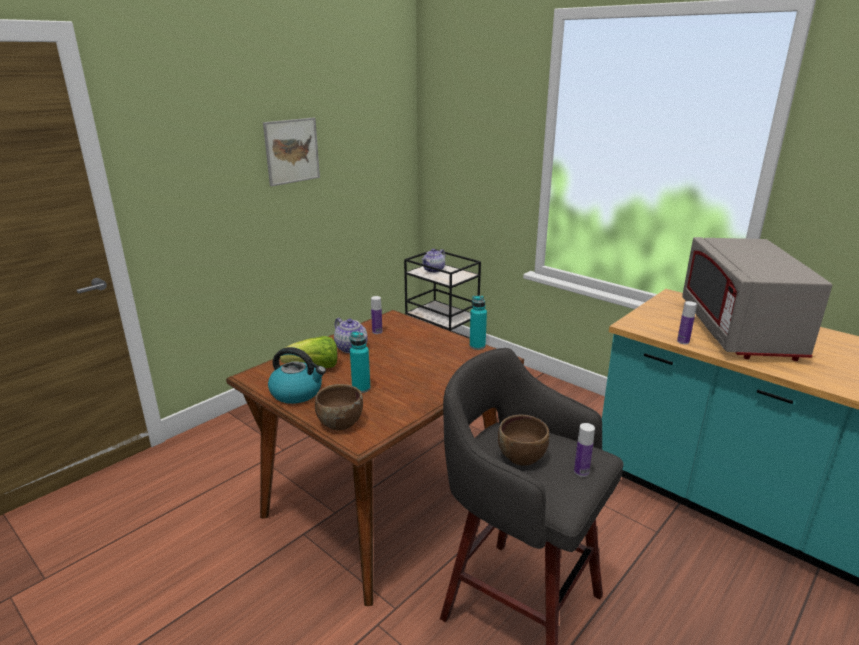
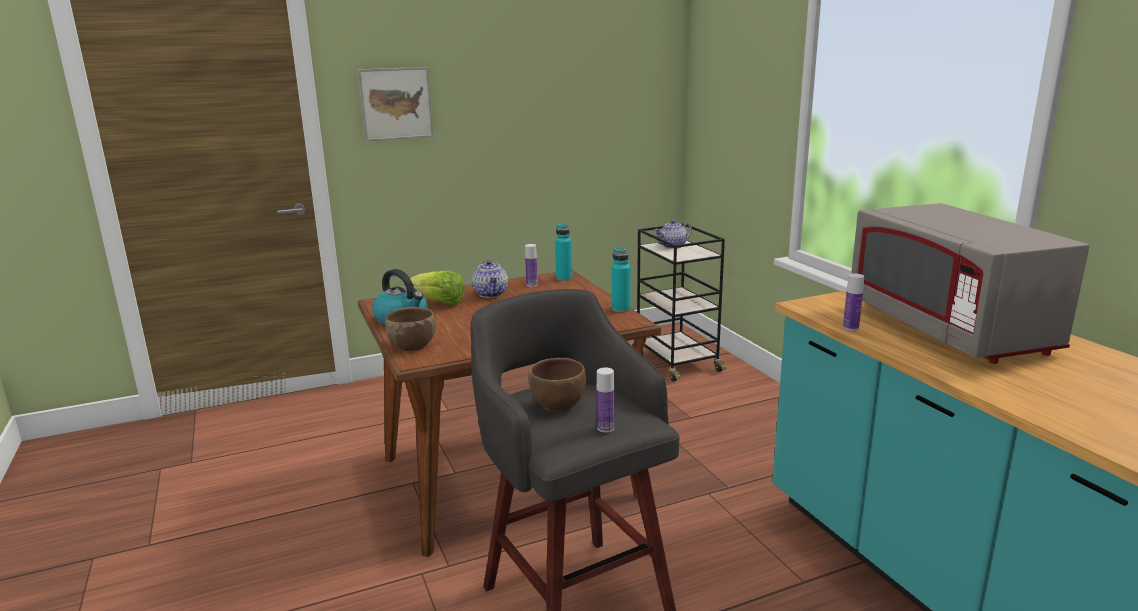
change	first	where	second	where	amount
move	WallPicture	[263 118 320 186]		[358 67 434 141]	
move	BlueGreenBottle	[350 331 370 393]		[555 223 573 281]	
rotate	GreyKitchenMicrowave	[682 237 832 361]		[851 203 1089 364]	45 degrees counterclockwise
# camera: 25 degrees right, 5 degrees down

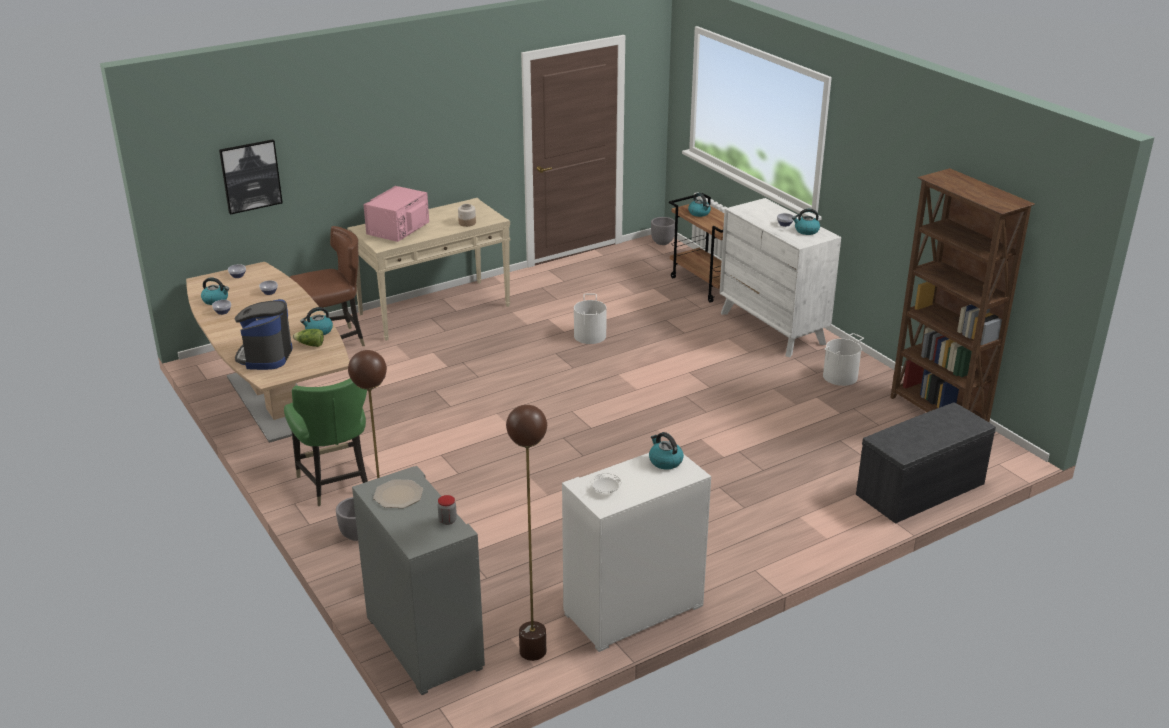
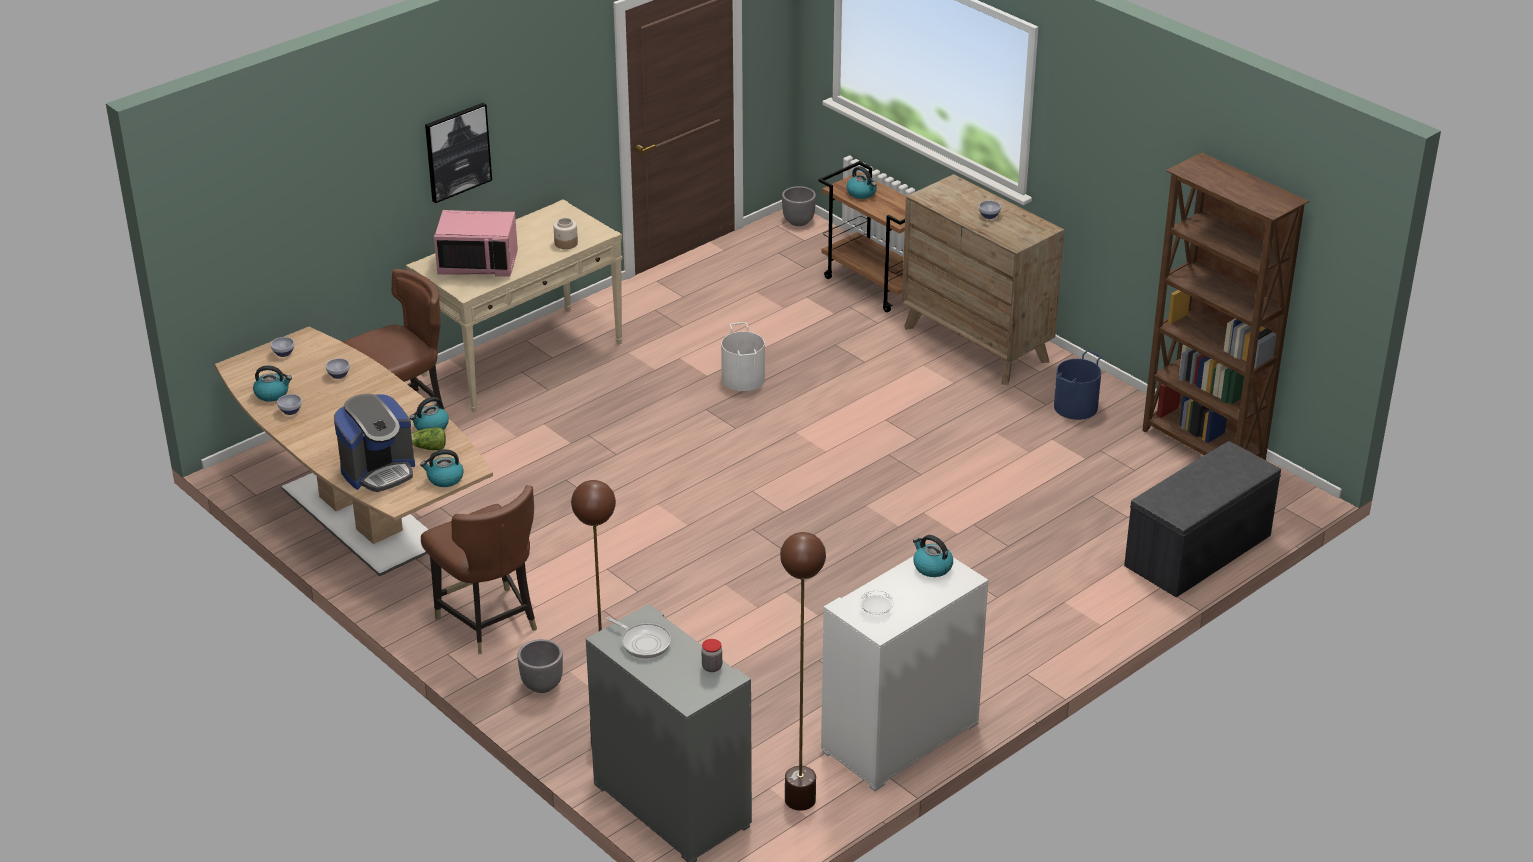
change	first	where	second	where	amount
rotate	CoffeeBrewer	[235 299 293 370]		[334 393 415 492]	120 degrees counterclockwise
move	TeaKettle	[792 209 820 235]		[420 449 464 487]	
recolor	GreenColouredChair	[284 378 368 506]	BrownChair	[421 485 537 654]	
move	WallPicture	[219 139 283 215]		[425 103 492 203]	
rotate	PinkKitchenMicrowave	[363 186 429 242]		[434 210 518 277]	105 degrees counterclockwise
replace	Plate	[373 479 423 508]	Skillet	[606 617 671 659]	
recolor	WhitishChestOfDrawers	[719 198 841 357]	BrownChestOfDrawers	[902 174 1064 385]	
recolor	WhitishPail	[823 333 864 386]	BluePail	[1054 350 1102 420]	
# camera: 10 degrees left, 5 degrees up

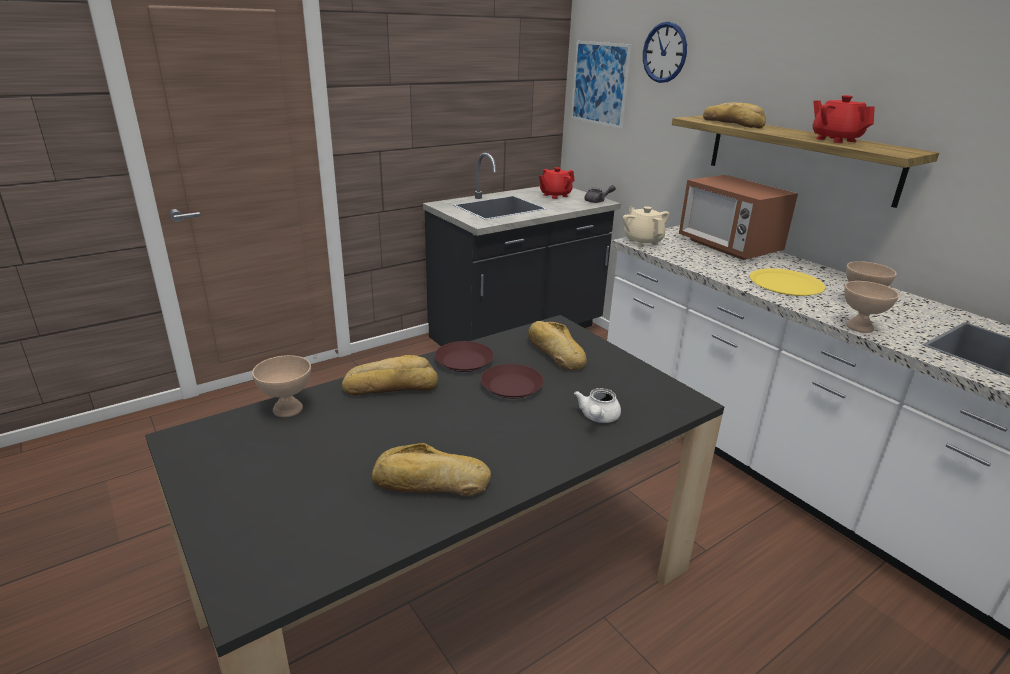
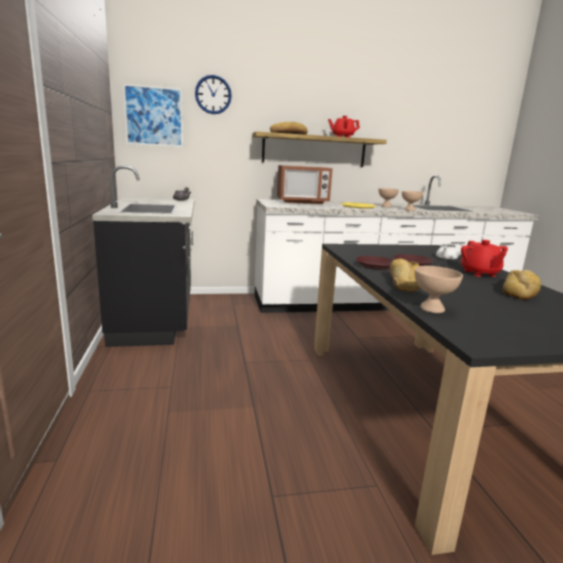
change	first	where	second	where	amount
move	RedColouredPotForTea	[539 167 575 199]		[461 240 508 277]	
delete	Bread	[528 321 587 370]			
delete	BeigeColouredPotForTea	[622 206 670 247]			
# camera: 65 degrees left, 10 degrees down

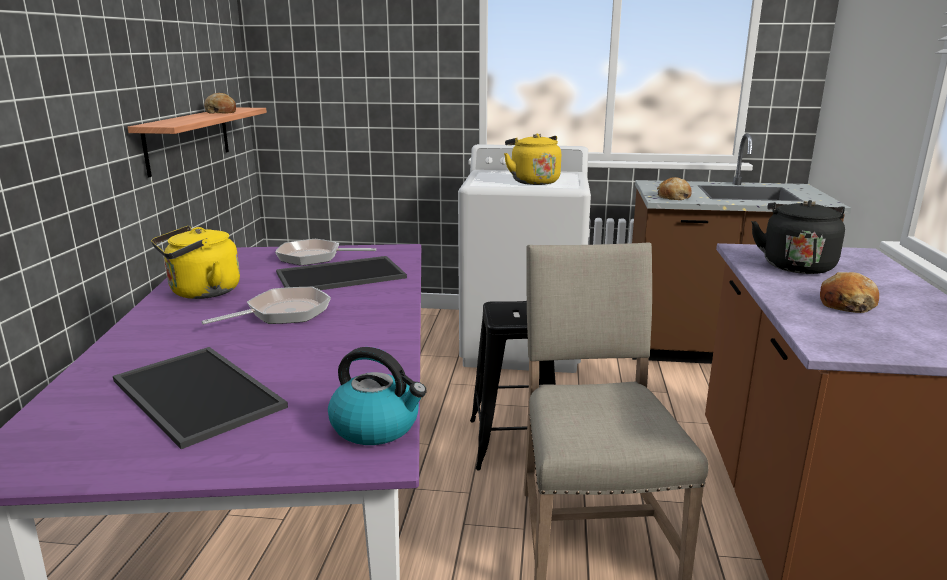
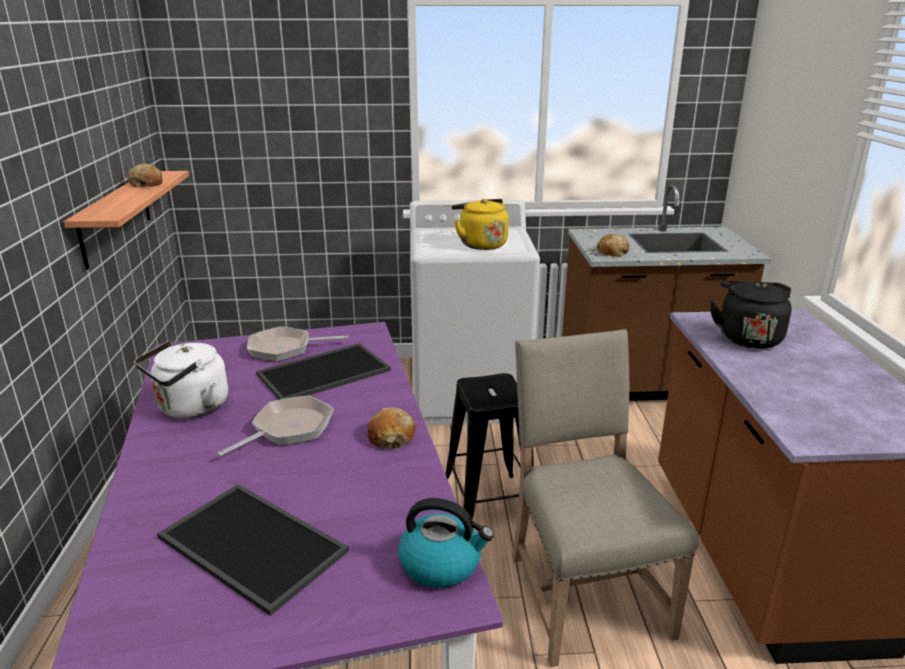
change	first	where	second	where	amount
recolor	YellowTeaKettle	[151 226 240 299]	WhitishTeaKettle	[134 341 228 419]	
move	Bread	[820 272 879 313]		[368 407 416 448]	
# camera: 10 degrees left, 5 degrees up

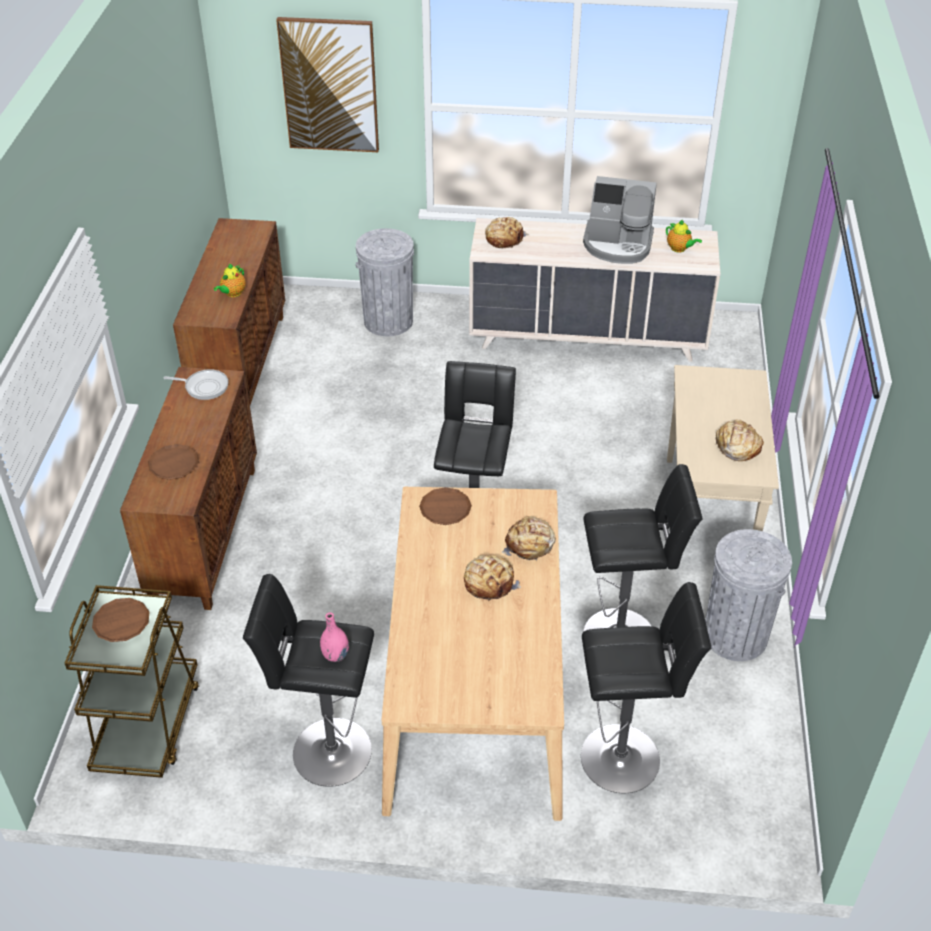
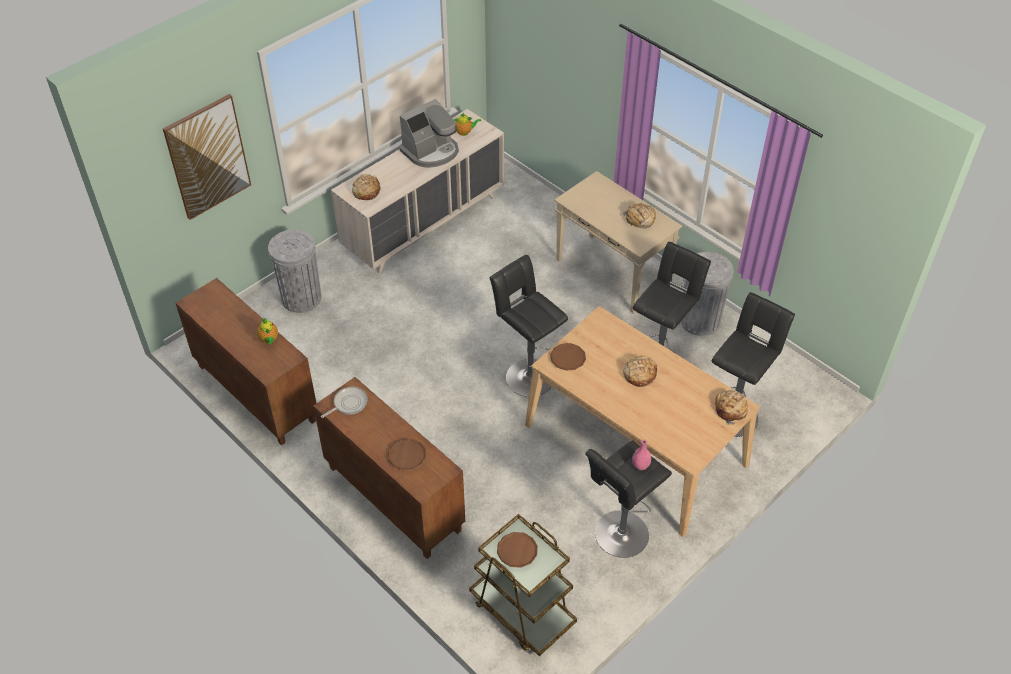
change	first	where	second	where	amount
move	Bread	[502 516 556 561]		[715 390 748 425]	
# camera: 50 degrees left, 5 degrees up

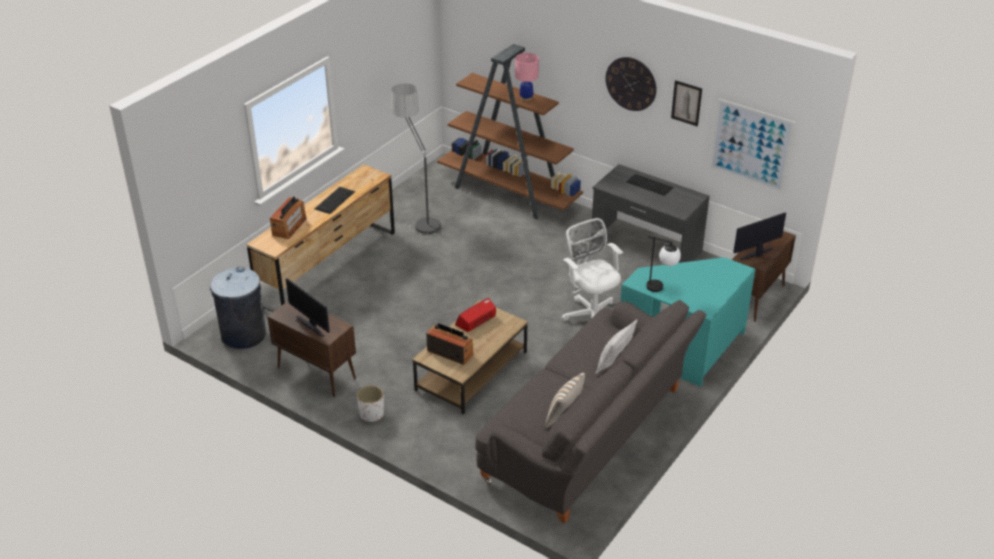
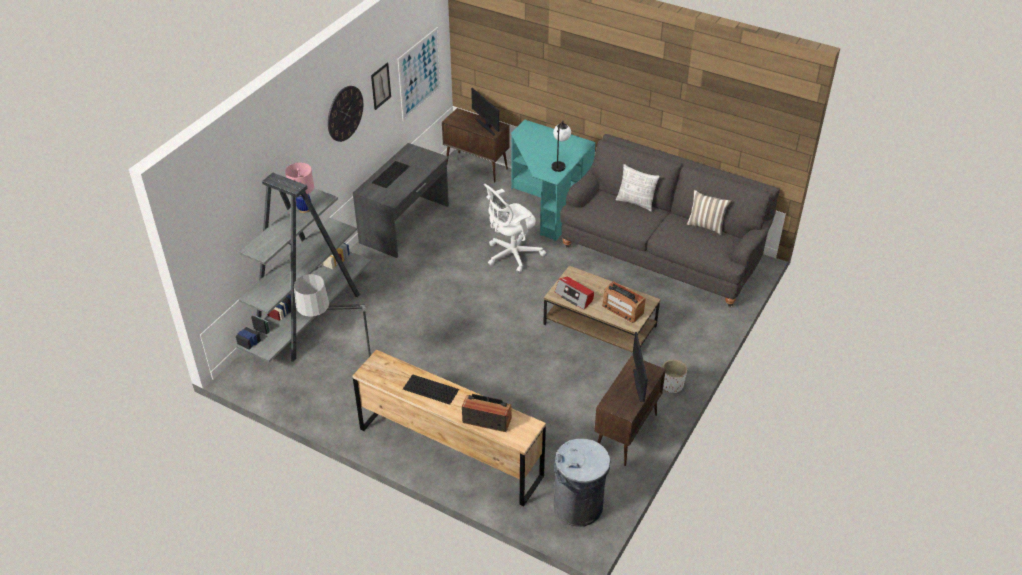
change	first	where	second	where	amount
recolor	BrownBookshelf	[437 44 583 220]	GreyBookshelf	[236 173 371 362]	
rotate	Radio	[426 323 473 365]		[602 281 646 323]	75 degrees counterclockwise
rotate	Monitor	[286 278 330 337]		[633 332 648 402]	135 degrees clockwise
# camera: 95 degrees left, 5 degrees up

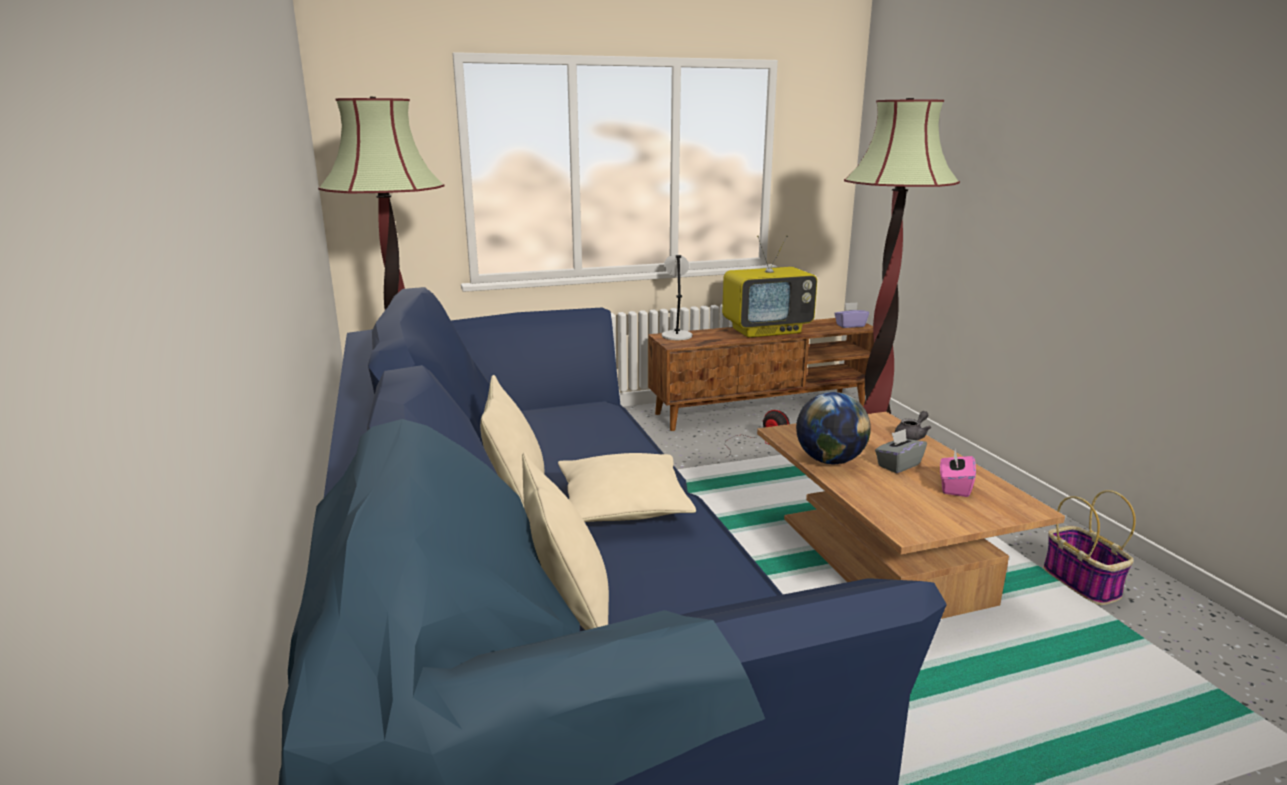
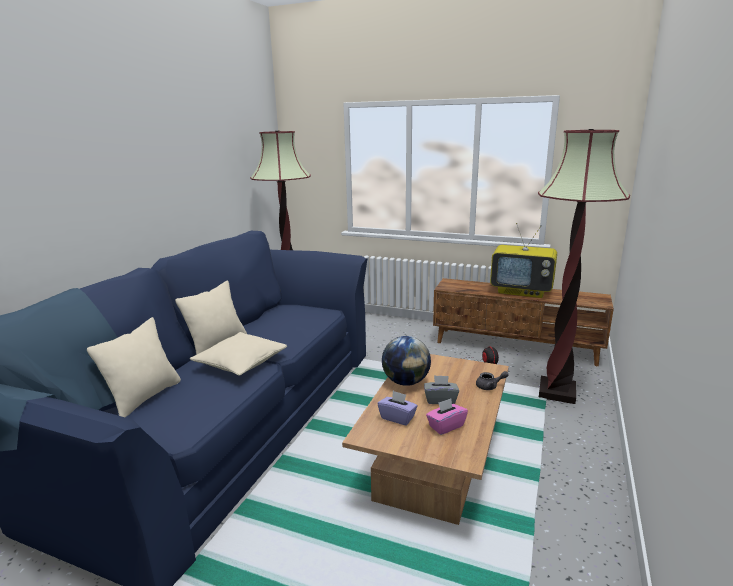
change	first	where	second	where	amount
move	PurpleTissueBox	[834 302 869 328]		[378 391 418 425]	
delete	GreyTableLamp	[662 254 692 340]			
delete	Basket	[1043 490 1136 605]			
# camera: 40 degrees right, 0 degrees up

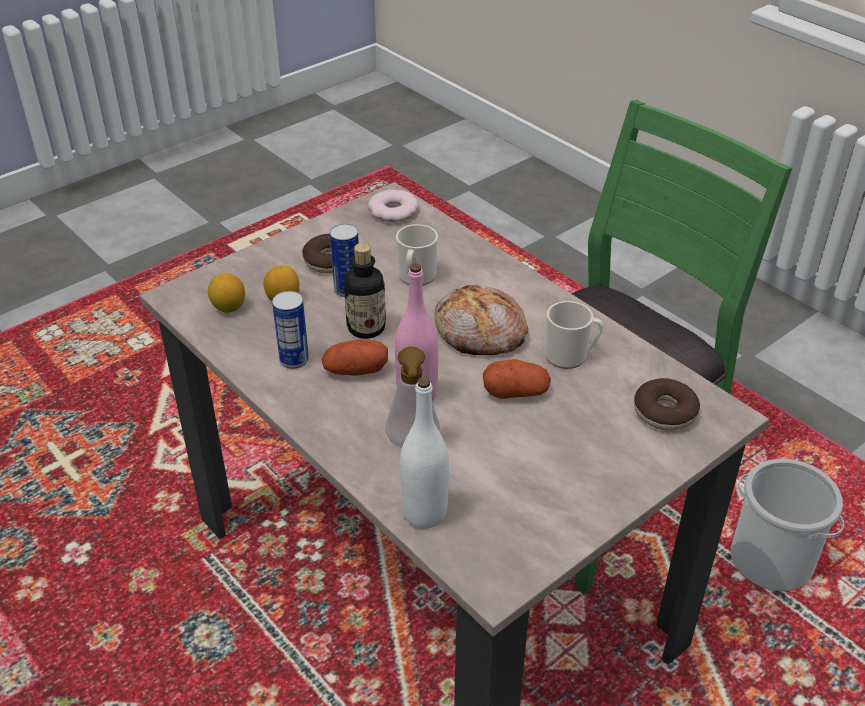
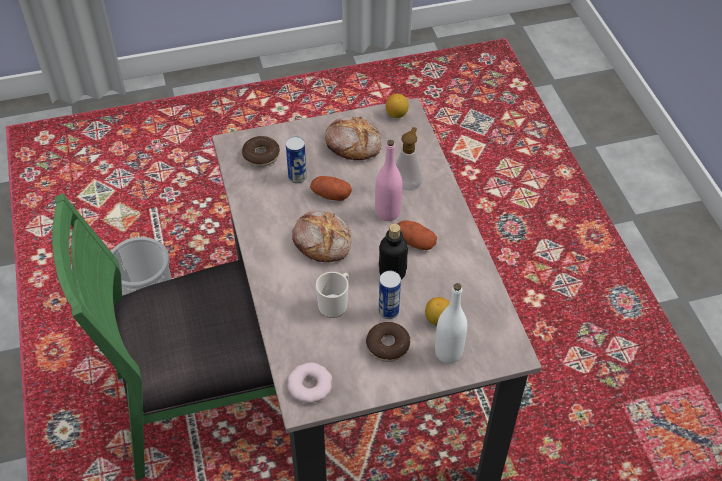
change	first	where	second	where	amount
move	Can	[272 291 309 369]		[286 136 307 183]	
insert			Bread	[325 116 381 160]	
move	Lemon	[208 273 245 313]		[386 94 409 118]	
move	WhitishBottle	[400 377 449 529]		[435 283 467 363]	
delete	CoffeeMug	[545 301 603 369]			
# camera: 155 degrees left, 10 degrees up

